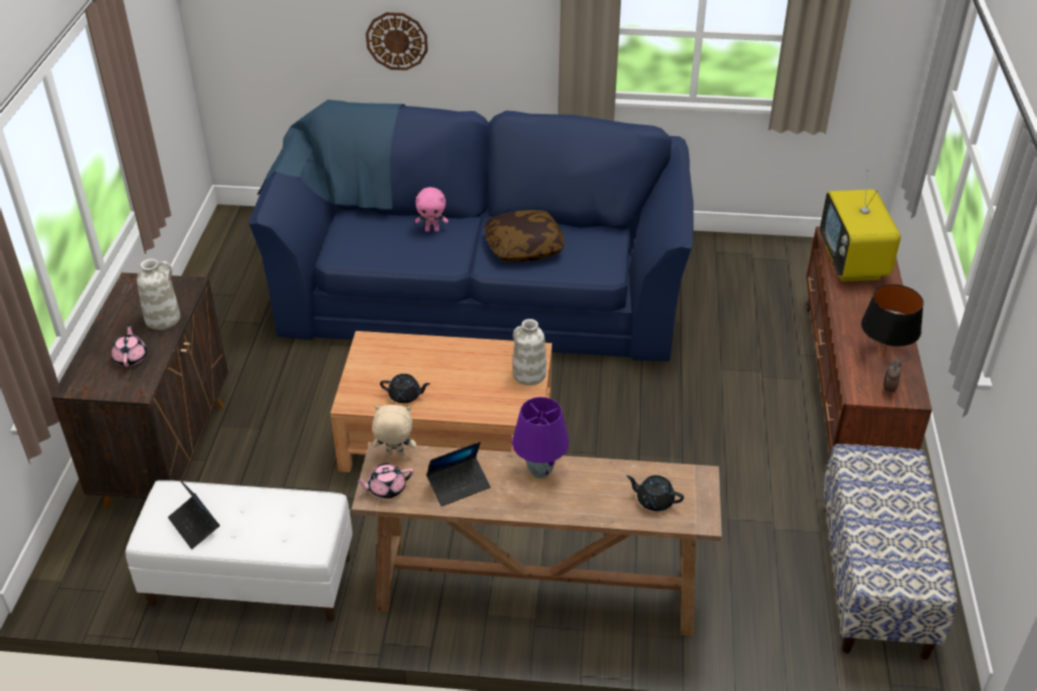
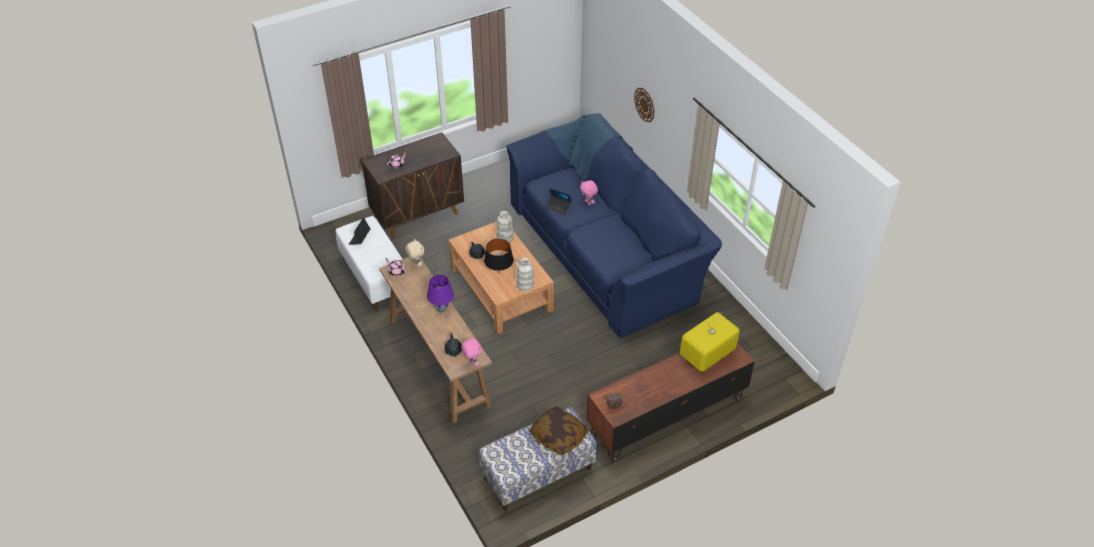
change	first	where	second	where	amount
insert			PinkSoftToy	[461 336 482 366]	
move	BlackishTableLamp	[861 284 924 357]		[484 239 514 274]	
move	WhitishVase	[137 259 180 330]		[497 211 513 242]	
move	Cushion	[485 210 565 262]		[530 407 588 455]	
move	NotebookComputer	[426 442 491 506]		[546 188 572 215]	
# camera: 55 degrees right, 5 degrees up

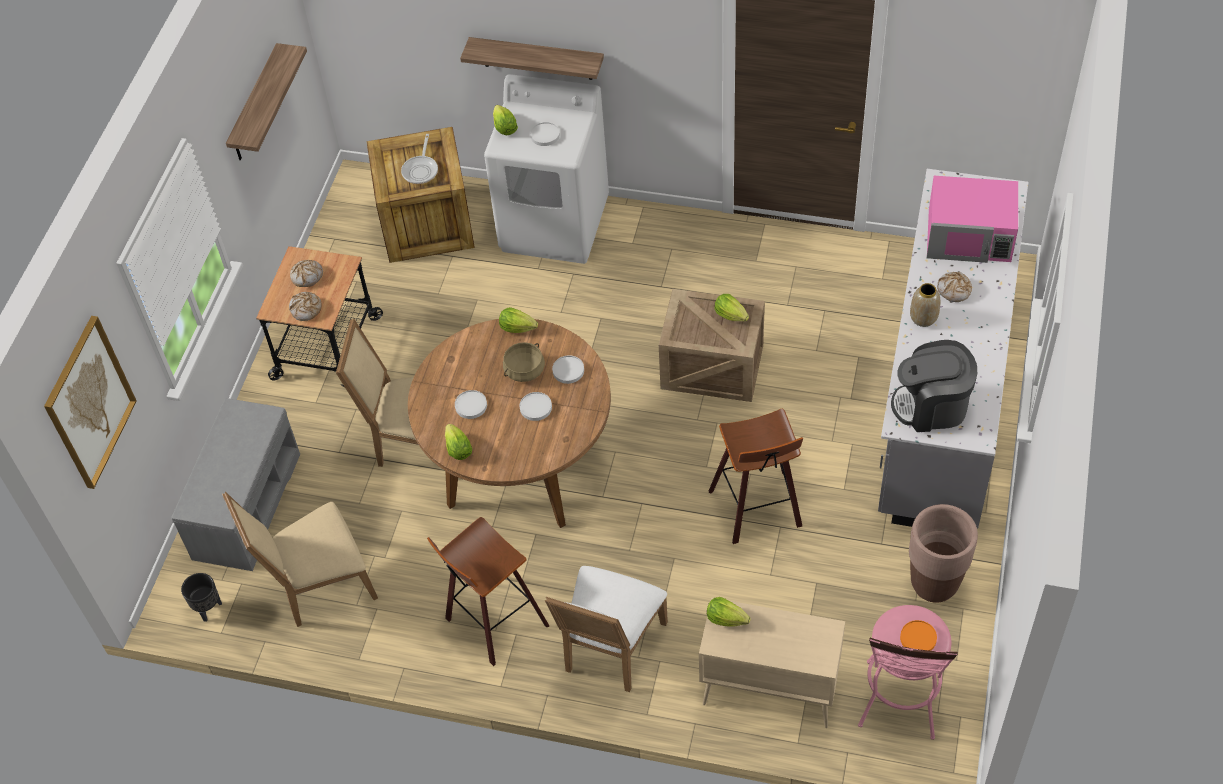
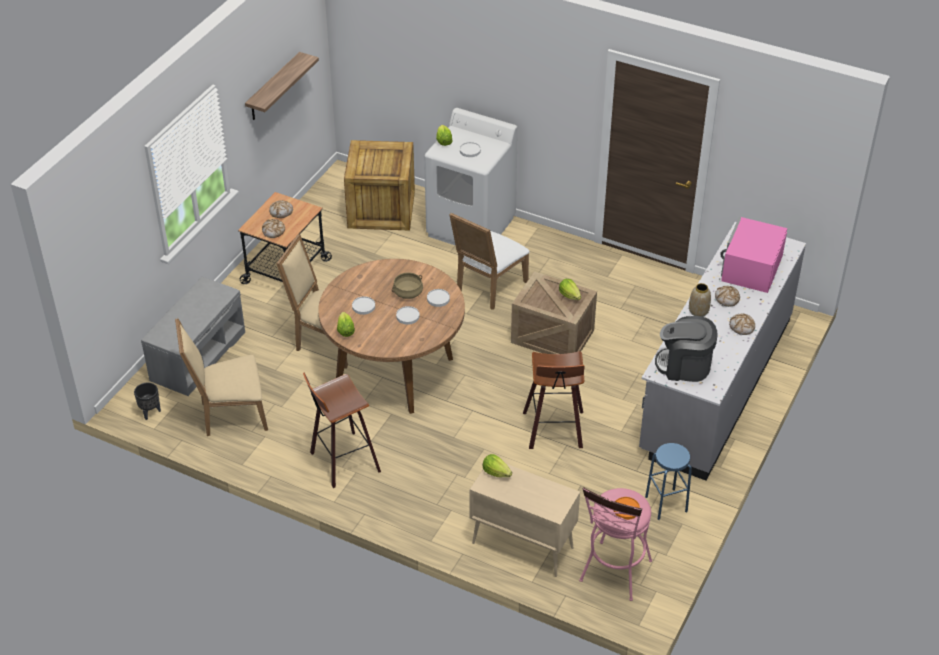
change	first	where	second	where	amount
move	WhitishChair	[545 566 668 692]		[449 213 529 310]	
replace	BrownPlantPot	[909 504 978 603]	BlueSittingStool	[645 443 692 520]	
rotate	PinkKitchenMicrowave	[927 176 1018 263]		[720 217 787 293]	90 degrees clockwise
insert			Bread	[729 314 755 335]	
delete	WallPicture	[44 316 137 489]			
delete	Skillet	[401 134 438 184]			
delete	BracketShelf	[460 37 604 80]			
delete	HeadOfLettuce	[499 307 538 333]			
# camera: 10 degrees right, 10 degrees down

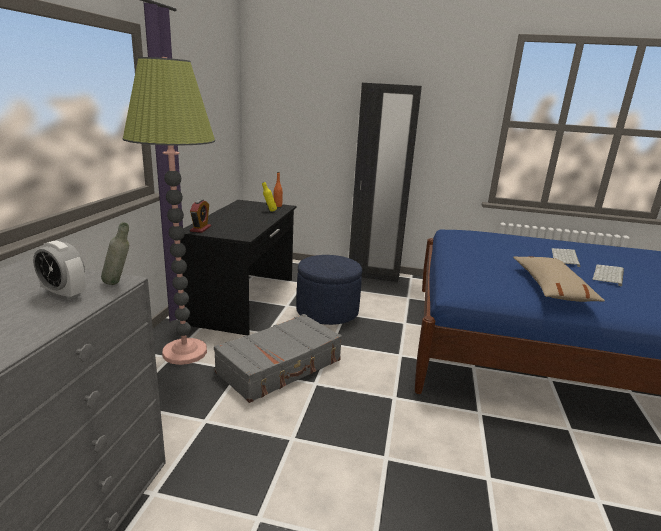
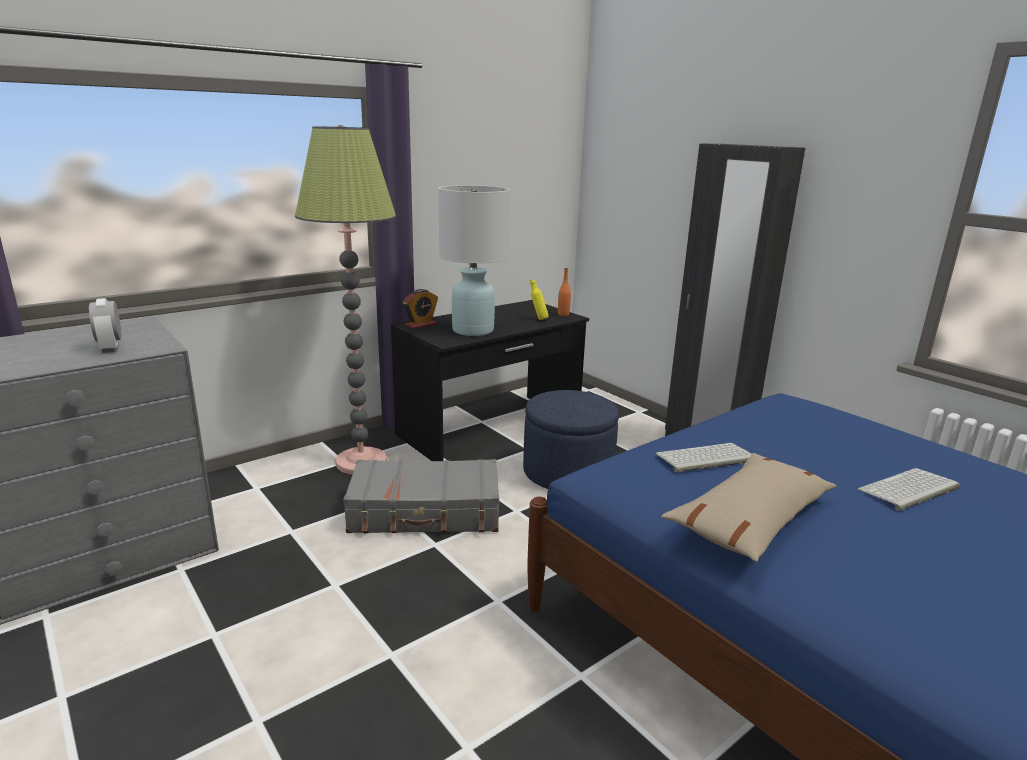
change	first	where	second	where	amount
insert			WhitishTableLamp	[438 185 509 336]	
move	PcKeyboard	[592 265 624 286]		[655 443 752 473]	
delete	GreyBottle	[101 222 129 285]			
# camera: 40 degrees right, 0 degrees up

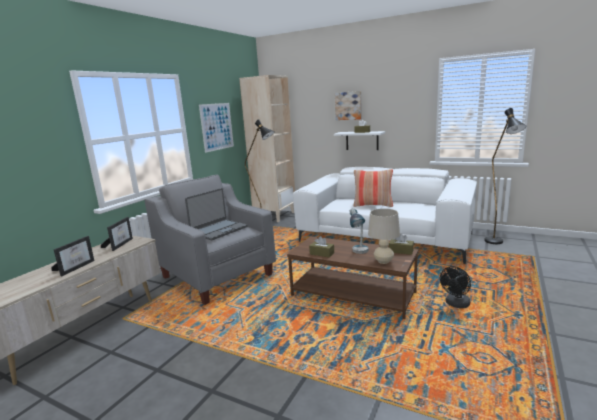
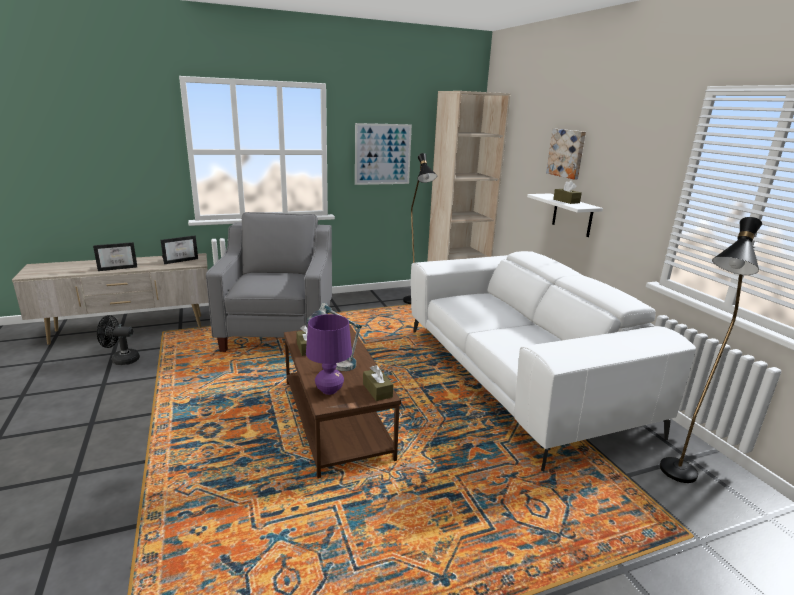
change	first	where	second	where	amount
move	BlackishCoolingFan	[440 266 471 308]		[97 315 140 365]	
recolor	BeigeColouredTableLamp	[368 208 400 264]	PurpleTableLamp	[306 314 352 395]	
delete	NotebookComputer	[185 188 247 240]			
delete	Cushion	[353 169 393 207]			
# camera: 40 degrees right, 5 degrees up

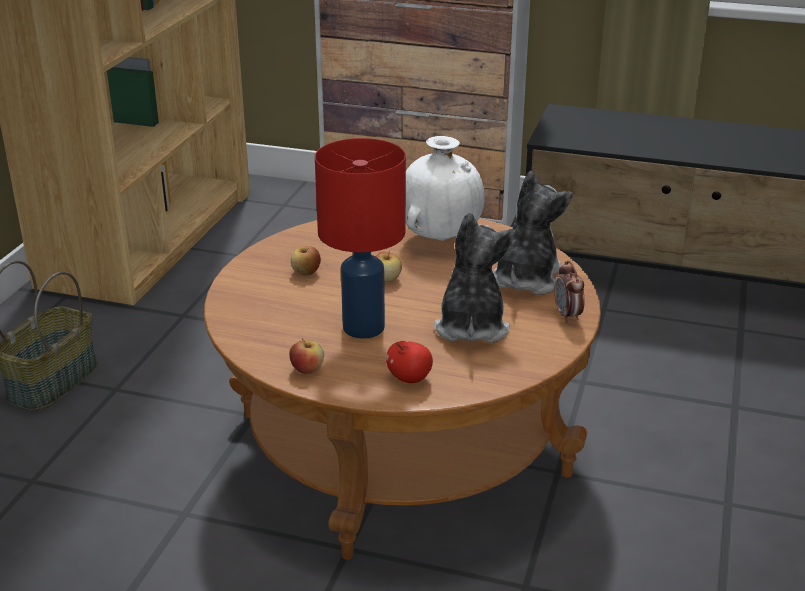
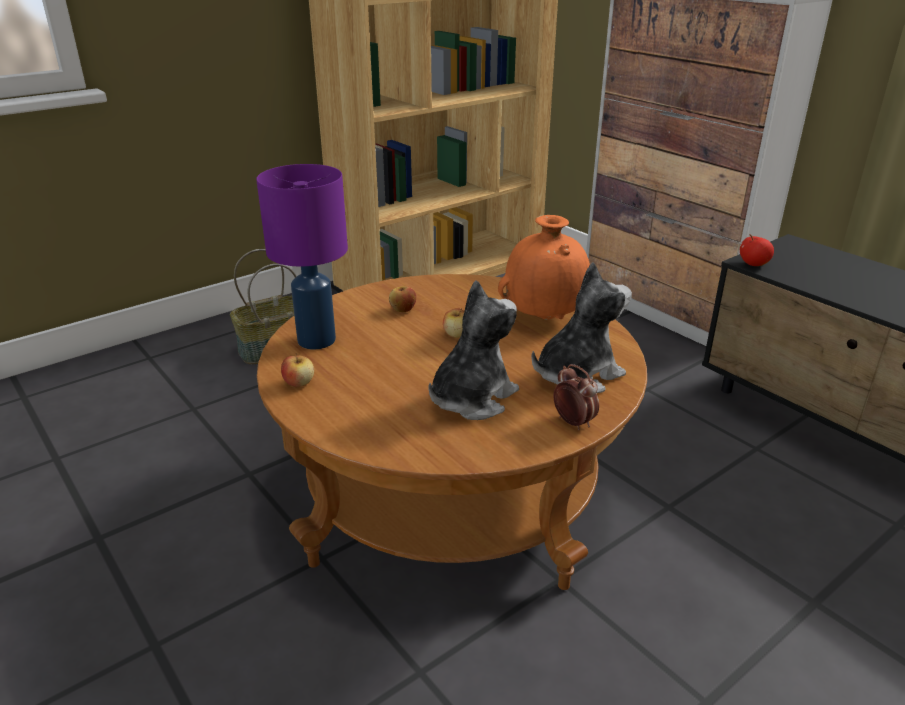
change	first	where	second	where	amount
insert			PurpleTableLamp	[256 164 348 349]	
recolor	WhitishVase	[406 136 485 241]	OrangeyVase	[498 215 590 320]	
rotate	AlarmClock	[554 261 585 323]		[553 364 599 430]	120 degrees clockwise
move	WholeApple	[386 341 433 383]		[740 234 774 266]	
delete	RedColouredTableLamp	[315 138 406 339]			
# camera: 35 degrees right, 0 degrees up

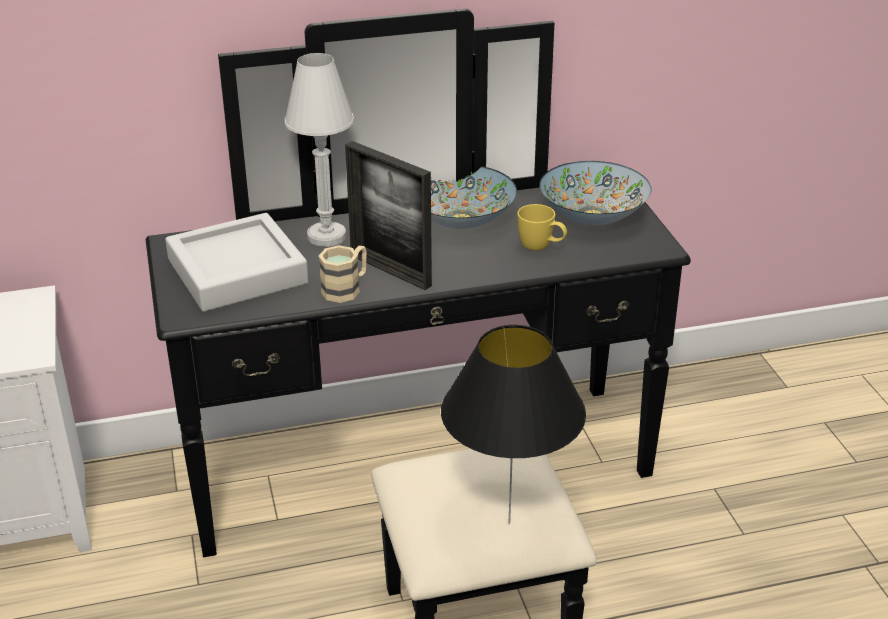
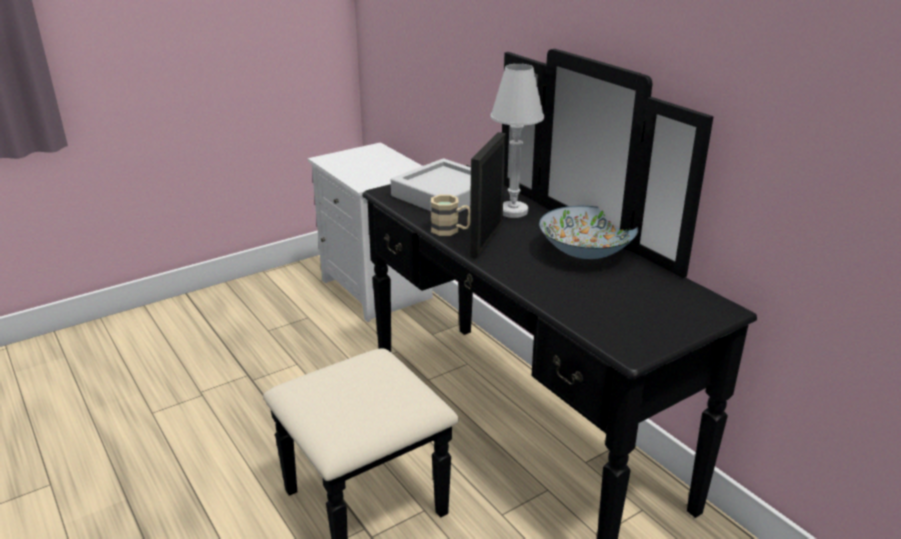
change	first	where	second	where	amount
delete	BlackishTableLamp	[441 325 586 524]			
delete	YellowCoffeeMug	[517 204 567 251]			
delete	Bowl	[539 161 652 225]			
# camera: 70 degrees right, 5 degrees down

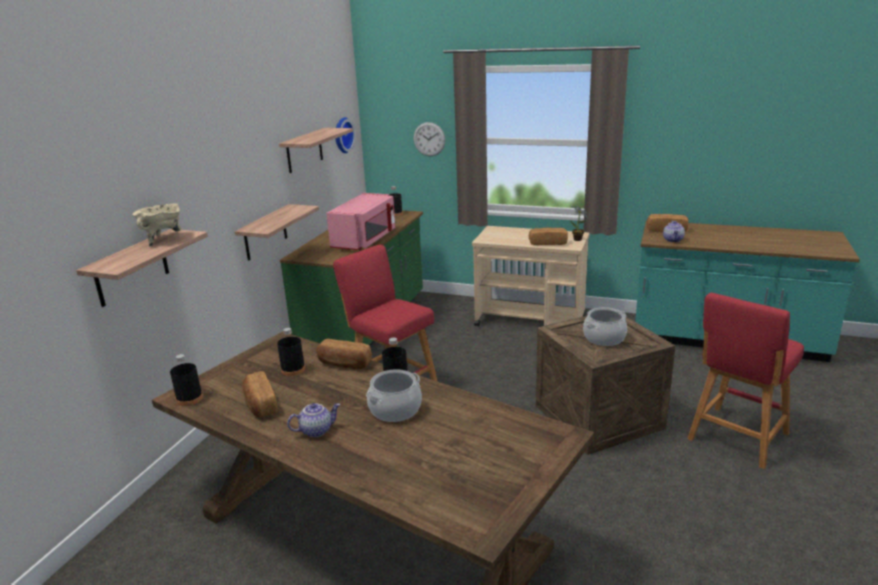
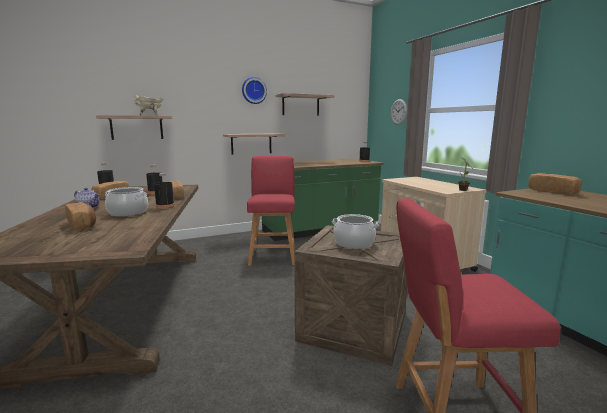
change	first	where	second	where	amount
move	Bread	[529 228 568 245]		[65 202 96 230]	
move	WallClock	[335 117 355 153]		[242 77 267 104]	
delete	PinkKitchenMicrowave	[326 193 395 250]			
delete	PotForTea	[663 221 685 242]			
# camera: 45 degrees right, 10 degrees down

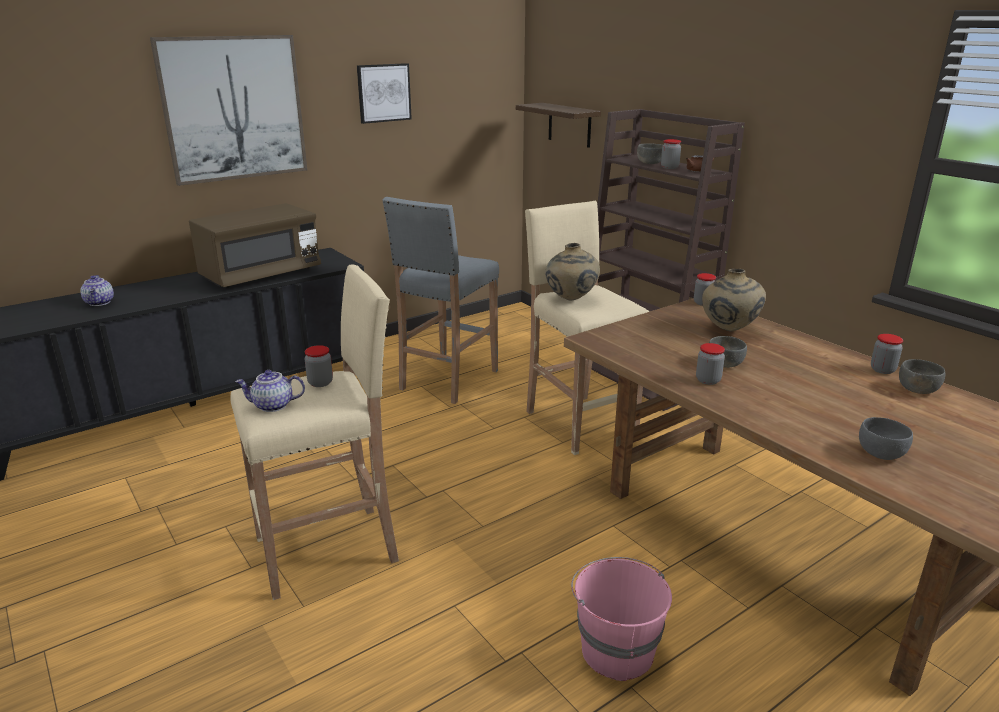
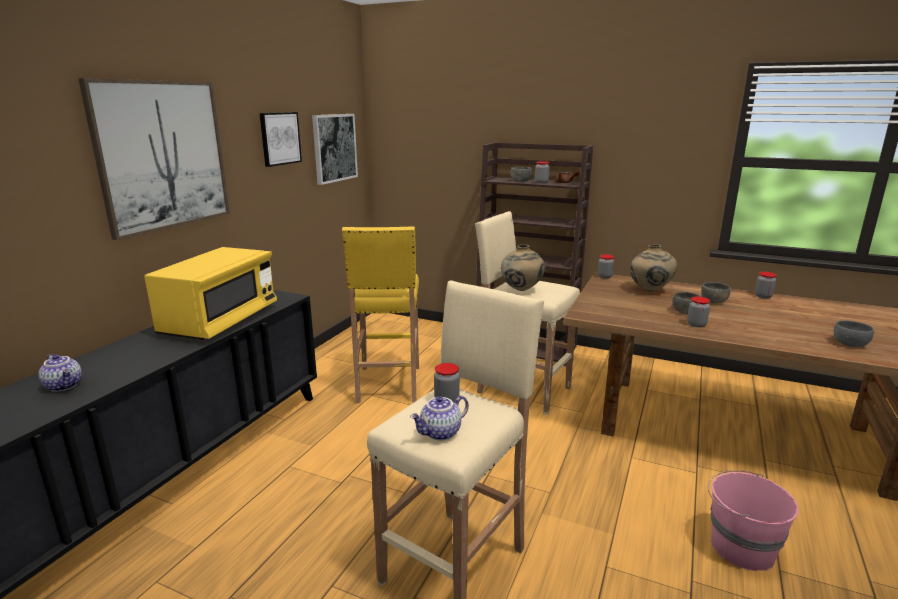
change	first	where	second	where	amount
recolor	BrownKitchenMicrowave	[189 203 321 288]	YellowKitchenMicrowave	[144 247 277 340]	
insert			WallPicture	[312 114 358 185]	
recolor	GreySittingStool	[382 197 499 404]	YellowSittingStool	[342 226 419 403]	
move	GreyBowl	[899 359 945 394]		[701 282 731 303]	
delete	BracketShelf	[516 103 601 148]			
# camera: 30 degrees left, 5 degrees down

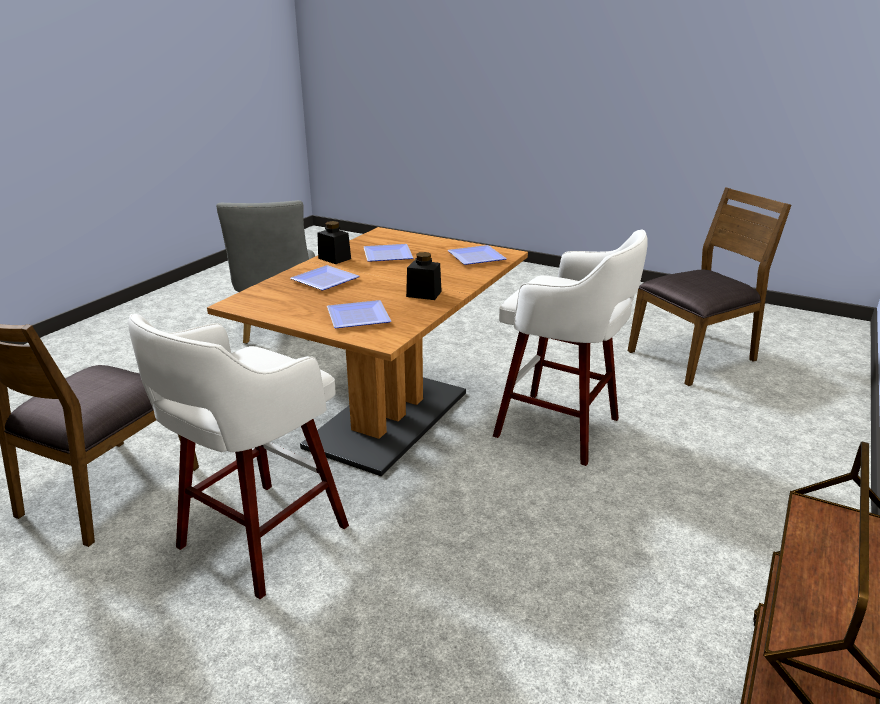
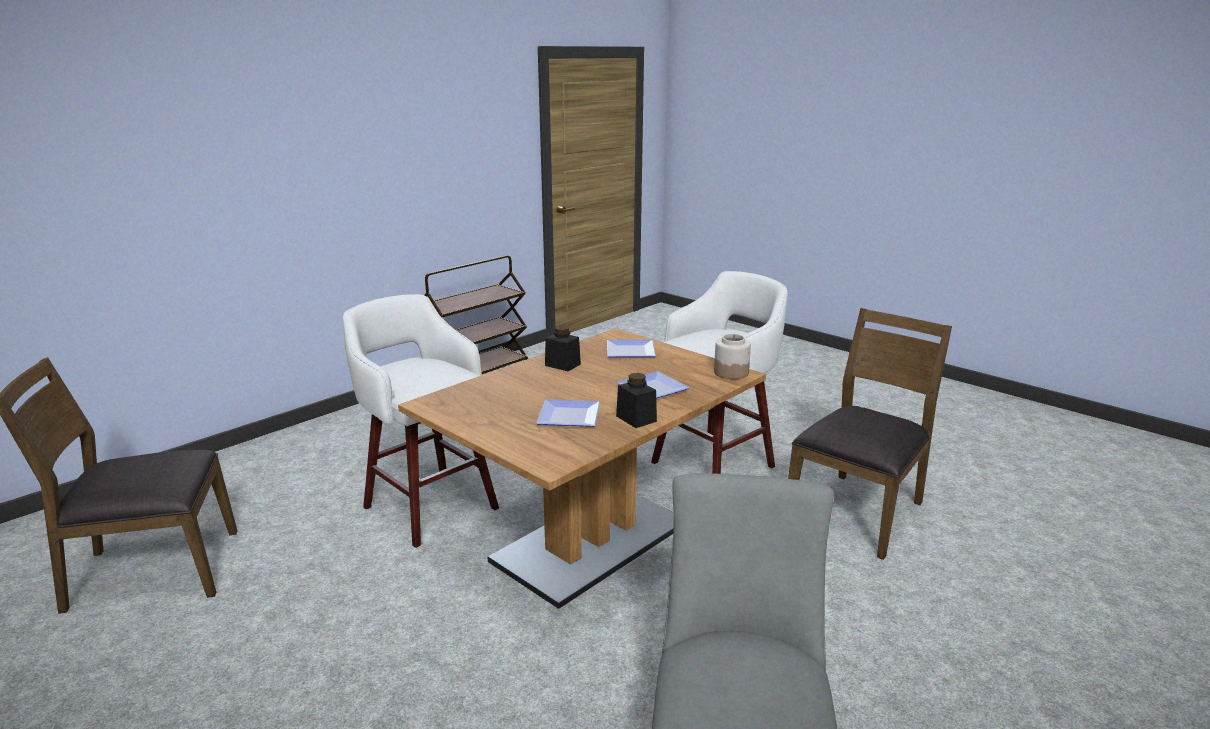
change	first	where	second	where	amount
insert			PreserveJar	[714 334 751 379]	
delete	Plate	[448 245 507 265]			
# camera: 165 degrees left, 5 degrees down

